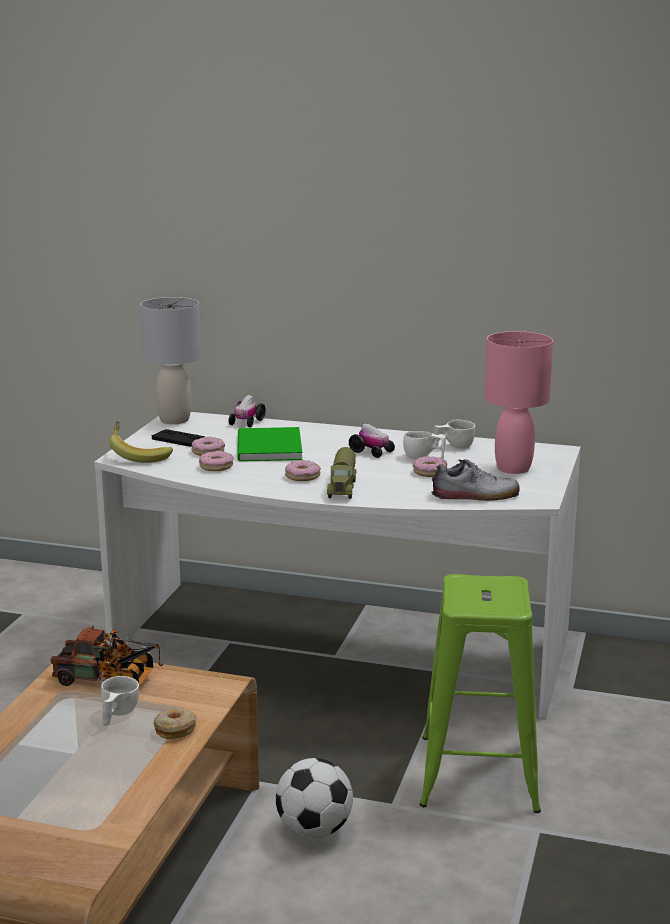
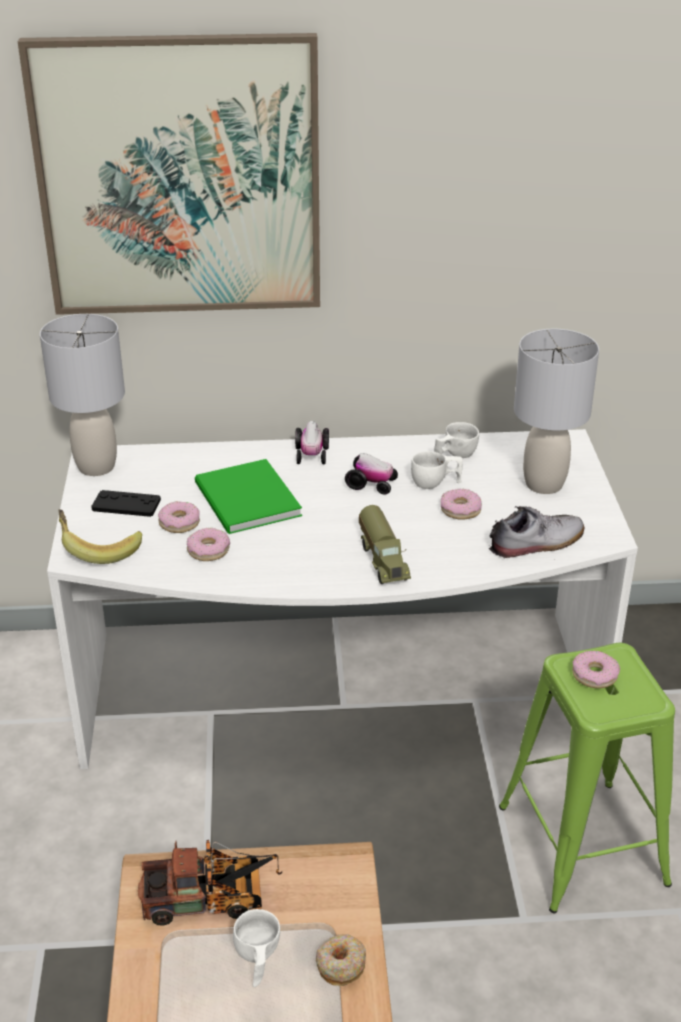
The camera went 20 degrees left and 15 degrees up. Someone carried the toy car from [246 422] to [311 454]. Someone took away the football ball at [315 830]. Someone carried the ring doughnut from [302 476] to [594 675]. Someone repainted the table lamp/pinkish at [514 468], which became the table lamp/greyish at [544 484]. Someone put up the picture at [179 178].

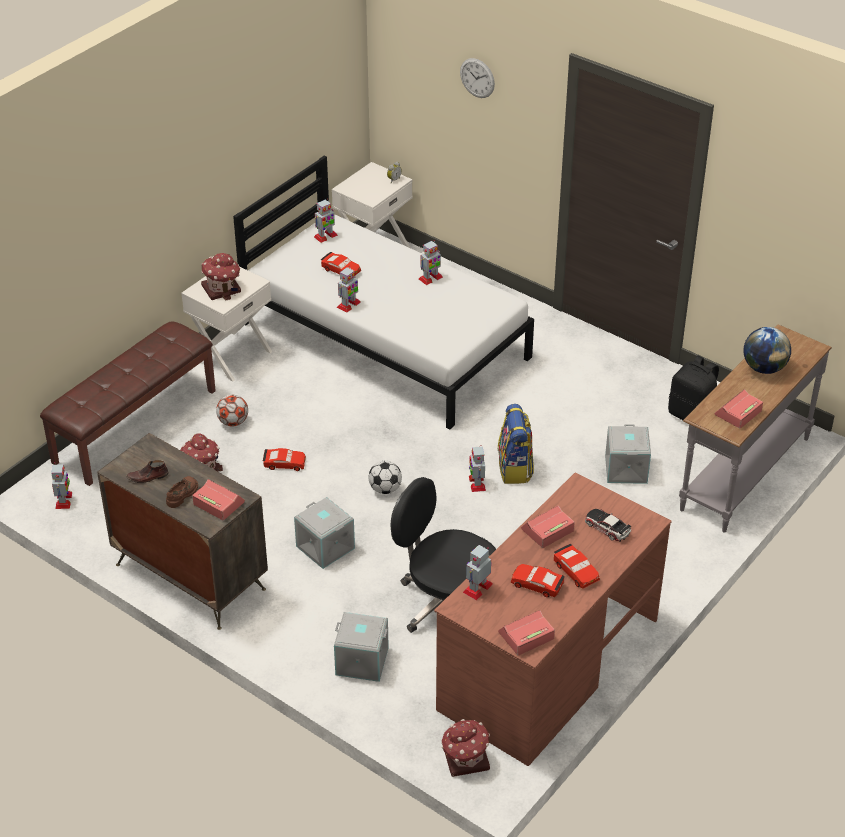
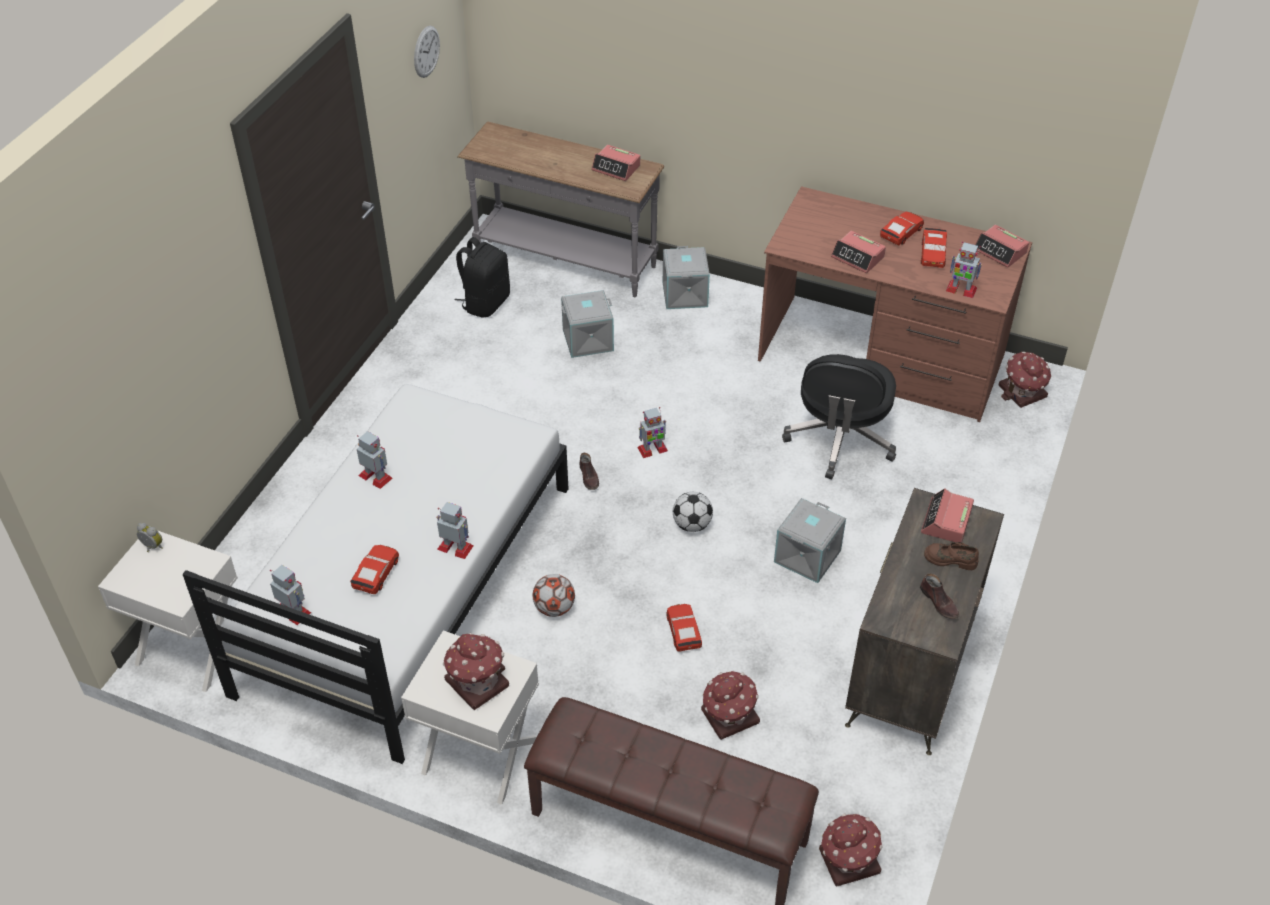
The camera went 105 degrees left and 5 degrees up. Someone swapped the robot figure at [64 500] for the toy house at [847 861]. Someone carried the football ball from [233 422] to [554 608]. Someone carried the storage bin/greyish from [361 662] to [686 294]. Someone carried the hanging clock from [477 78] to [426 51]. Someone took away the rucksack at [515 468]. Someone took away the toy car at [607 527]. Someone took away the globe at [764 368]. Someone put down the item of footwear/brown at [589 477].

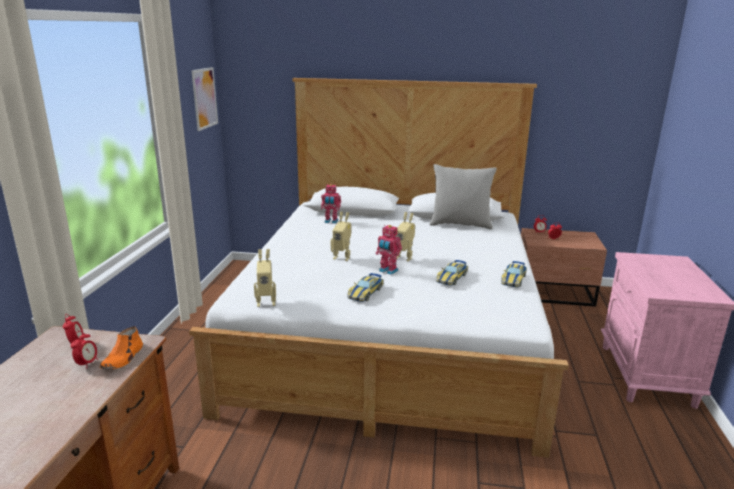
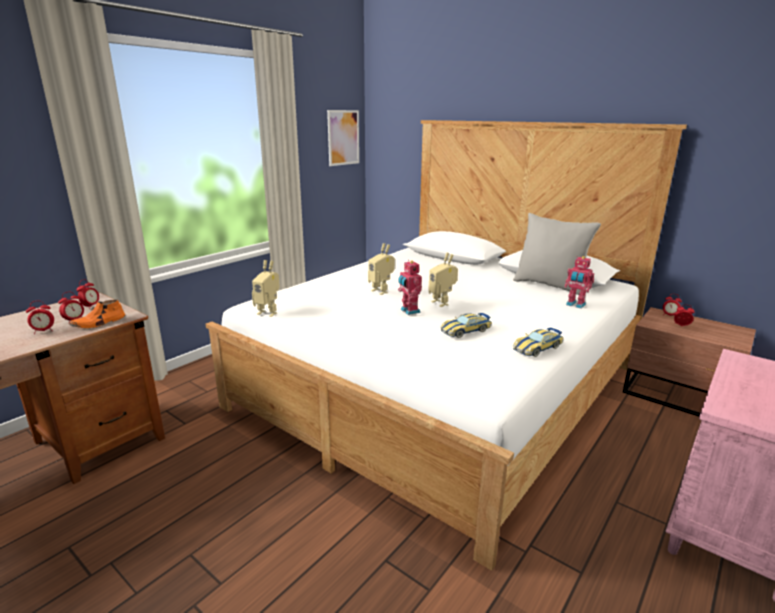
The camera went 30 degrees right and 0 degrees up. Someone carried the robot figure from [331 222] to [575 305]. Someone took away the toy car at [365 292]. Someone put down the table clock at [43 331].

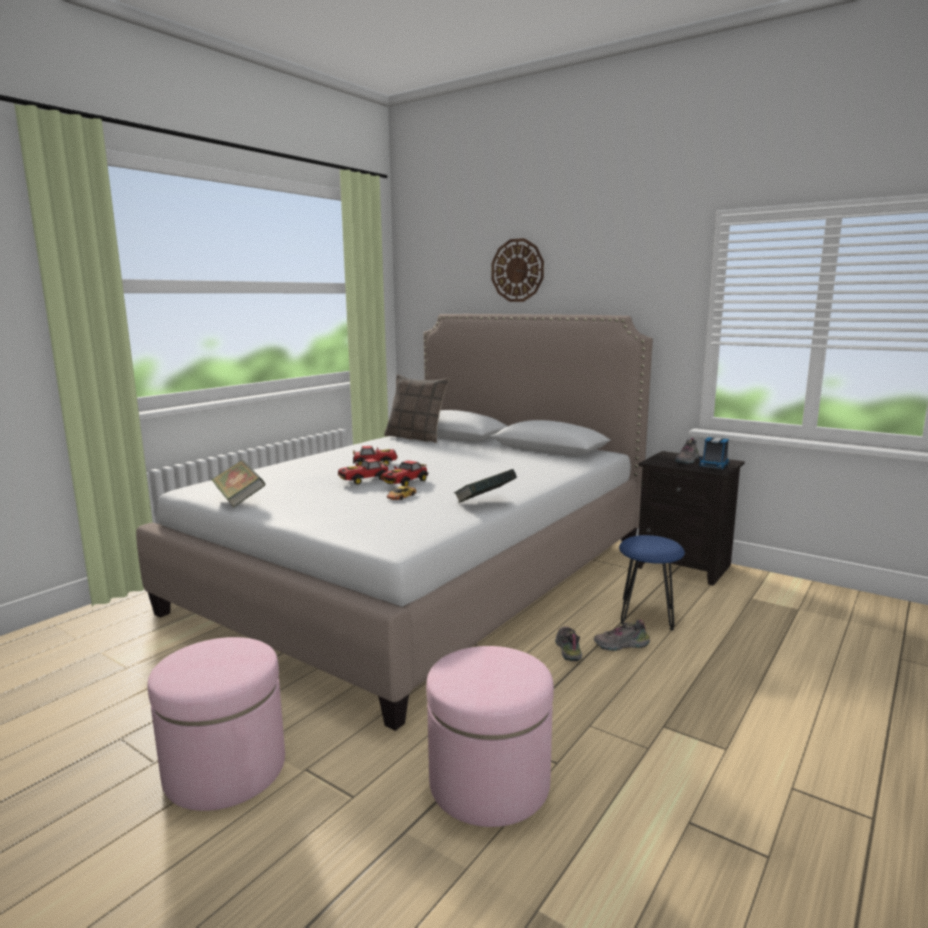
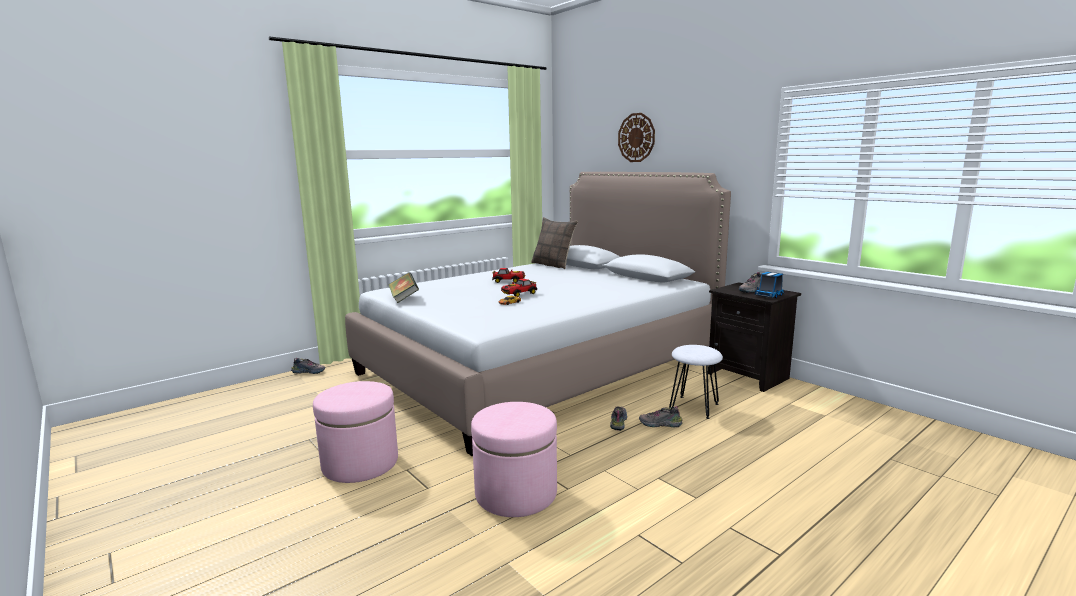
The camera went 15 degrees right and 0 degrees up. Someone took away the toy car at [363 480]. Someone took away the bound book at [484 503]. Someone repainted the stool seat/bluish at [648 615], which became the stool seat/whitish at [694 407]. Someone put down the item of footwear at [309 372].

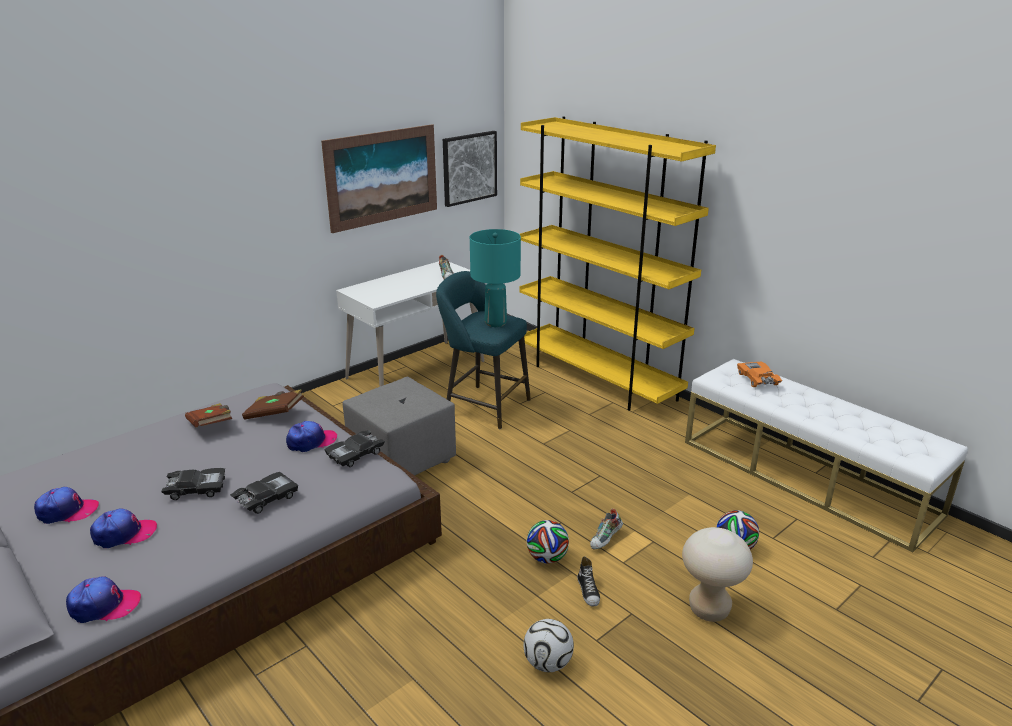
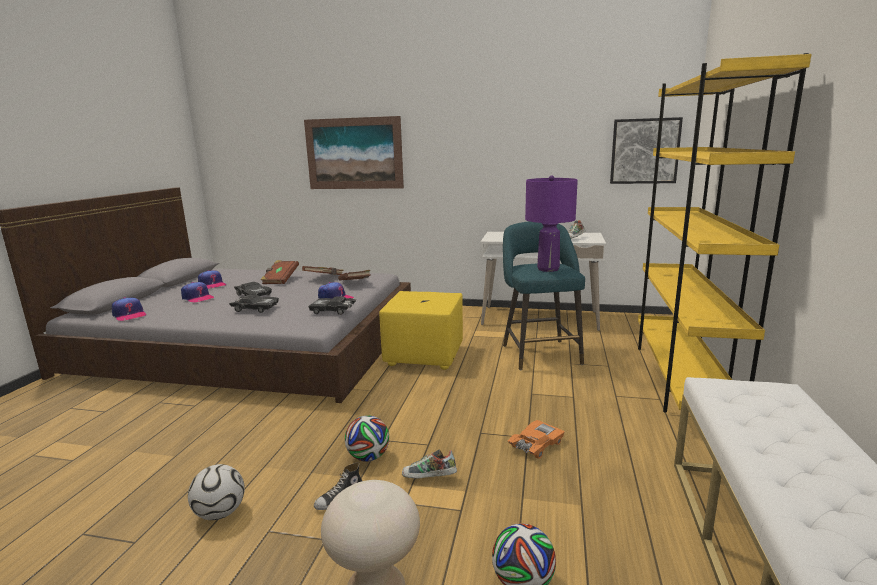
The camera went 55 degrees right and 10 degrees down. Someone carried the picture from [382 177] to [354 153]. Someone repainted the pouffe/greyish at [401 460], which became the pouffe/yellow at [423 355]. Someone repainted the table lamp/turquoise at [495 322], which became the table lamp/purple at [548 269]. Someone carried the toy car/orangey from [757 379] to [536 445]. Someone put down the bound book/brown at [280 280].

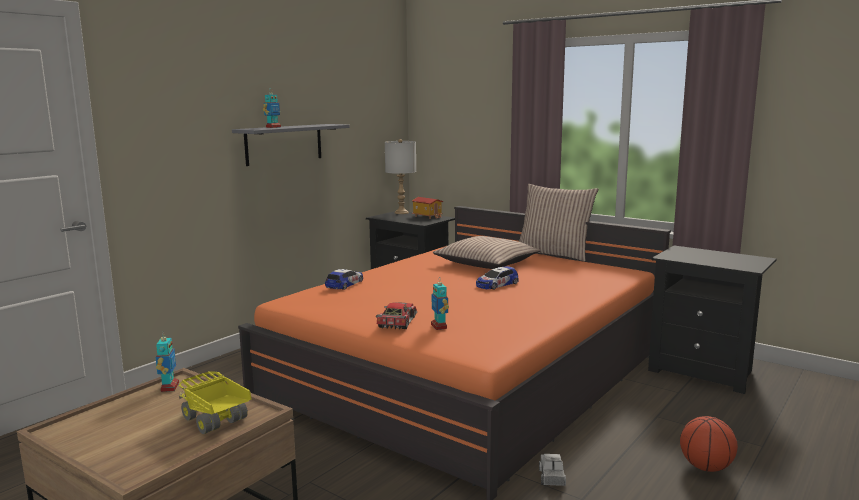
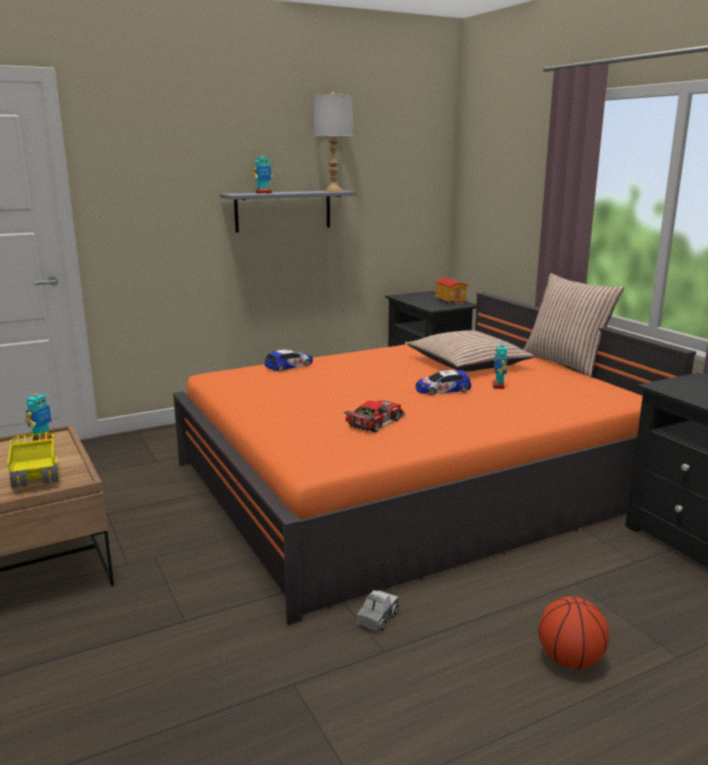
The camera went 25 degrees right and 5 degrees up. Someone carried the toy car from [395 322] to [373 422]. Someone carried the table lamp/greyish from [401 212] to [333 191]. Someone carried the robot figure from [439 326] to [498 386].

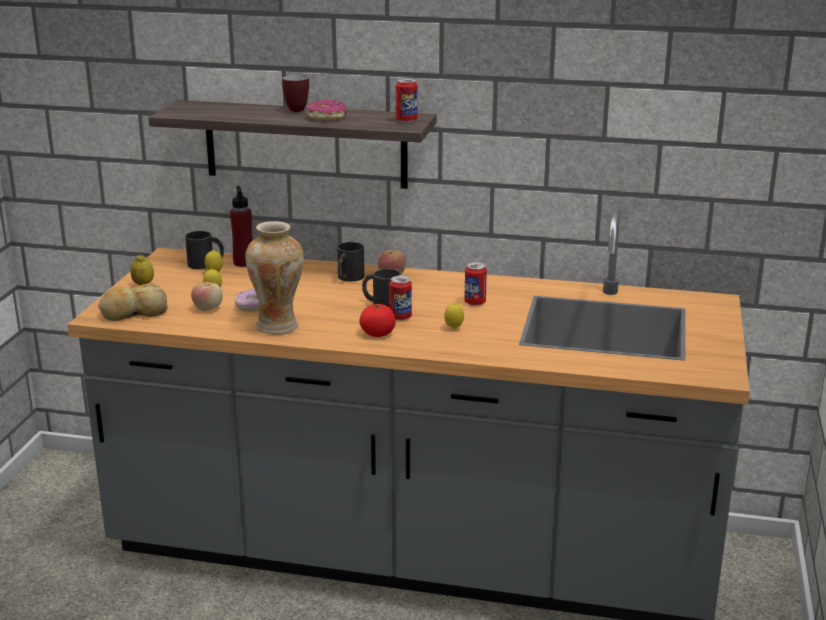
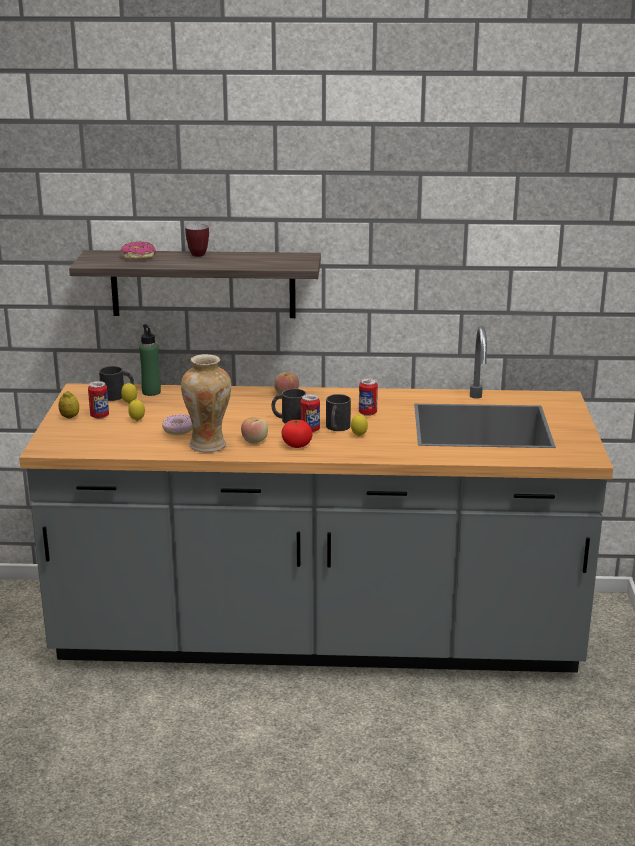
The camera went 10 degrees left and 0 degrees up. Someone took away the bread at [134 312]. Someone carried the apple from [208 308] to [254 441]. Someone repainted the beverage bottle/red at [244 263], which became the beverage bottle/greenish at [151 392]. Someone carried the ring doughnut from [327 117] to [138 257]. Someone carried the tea mug/black from [348 278] to [336 428]. Someone carried the metal can from [406 121] to [99 416].

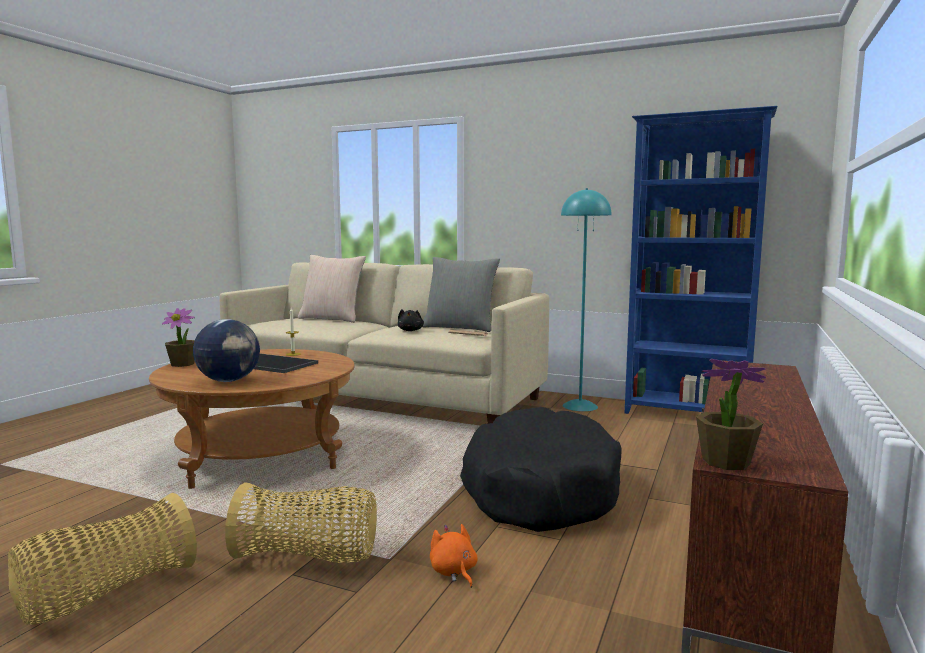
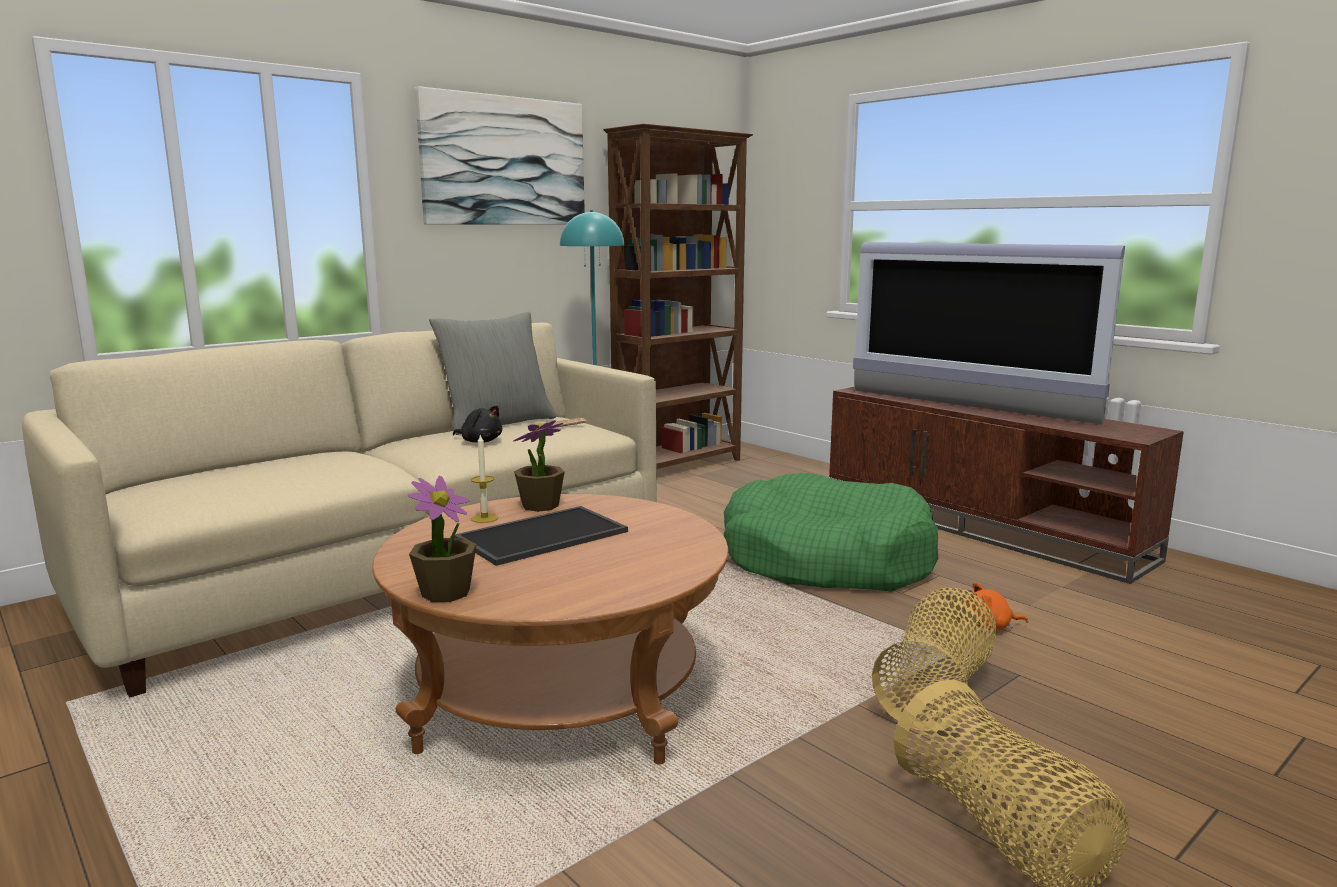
The camera went 65 degrees left and 5 degrees up. Someone took away the globe at [229 381]. Someone took away the pillow/sand-coloured at [332 319]. Someone repainted the dog bed/black at [539 490], which became the dog bed/greenish at [826 559]. Someone repainted the shelving unit/bluish at [686 414], which became the shelving unit/brown at [679 465]. Someone carried the houseplant from [725 462] to [540 506]. Someone put up the picture at [504 161]. Someone put down the television at [966 406].

